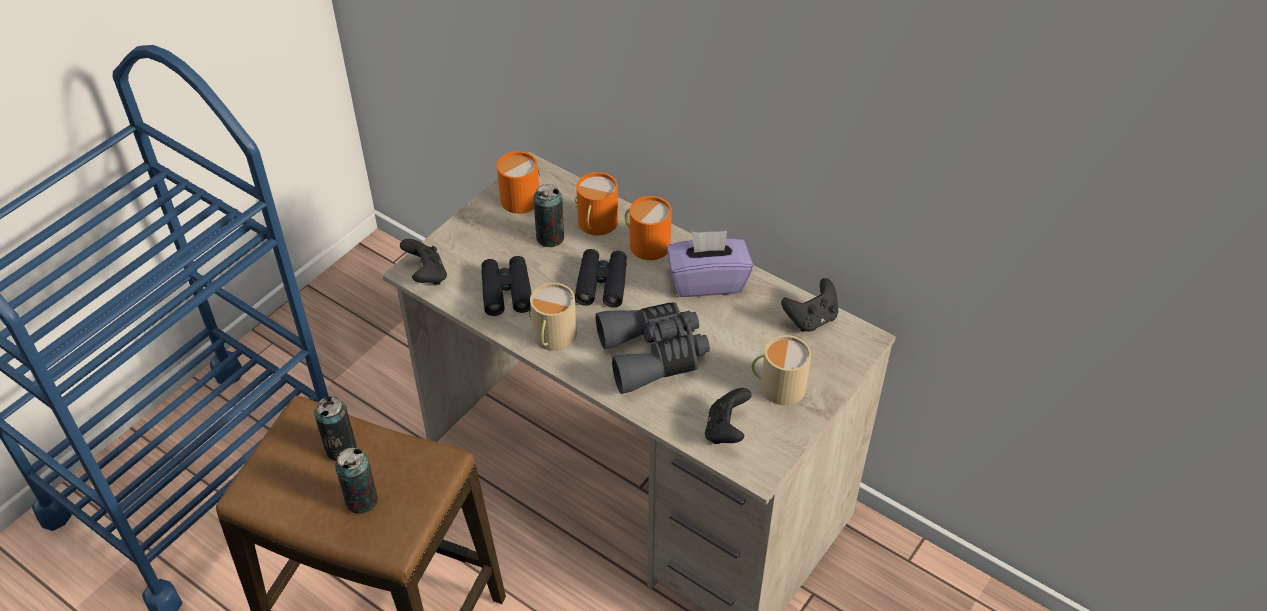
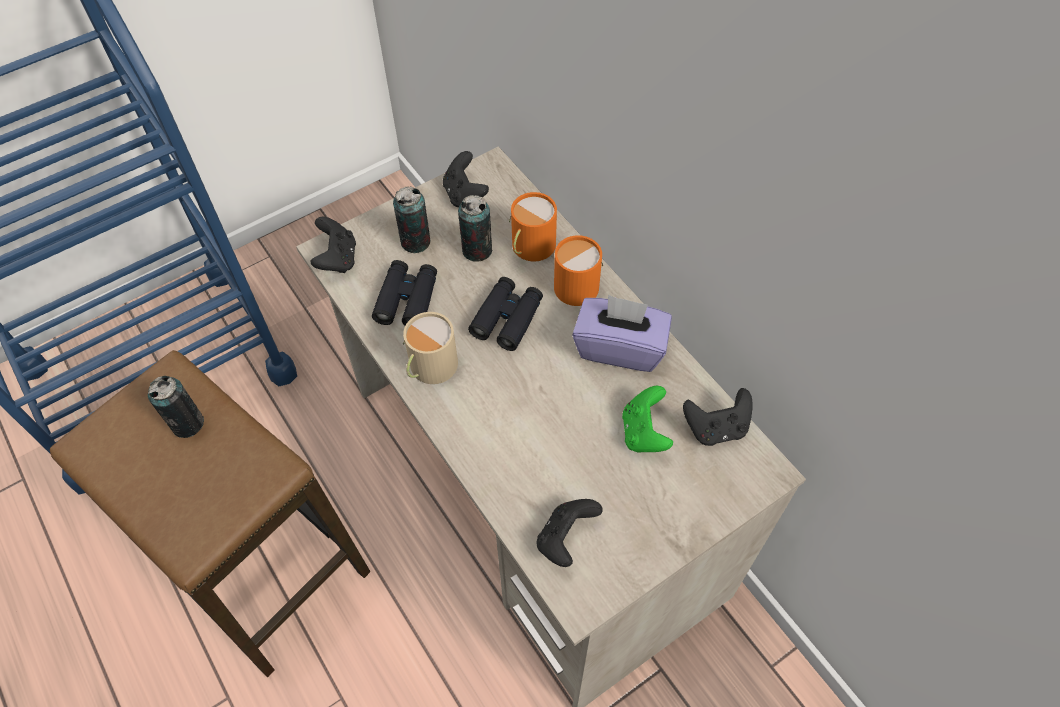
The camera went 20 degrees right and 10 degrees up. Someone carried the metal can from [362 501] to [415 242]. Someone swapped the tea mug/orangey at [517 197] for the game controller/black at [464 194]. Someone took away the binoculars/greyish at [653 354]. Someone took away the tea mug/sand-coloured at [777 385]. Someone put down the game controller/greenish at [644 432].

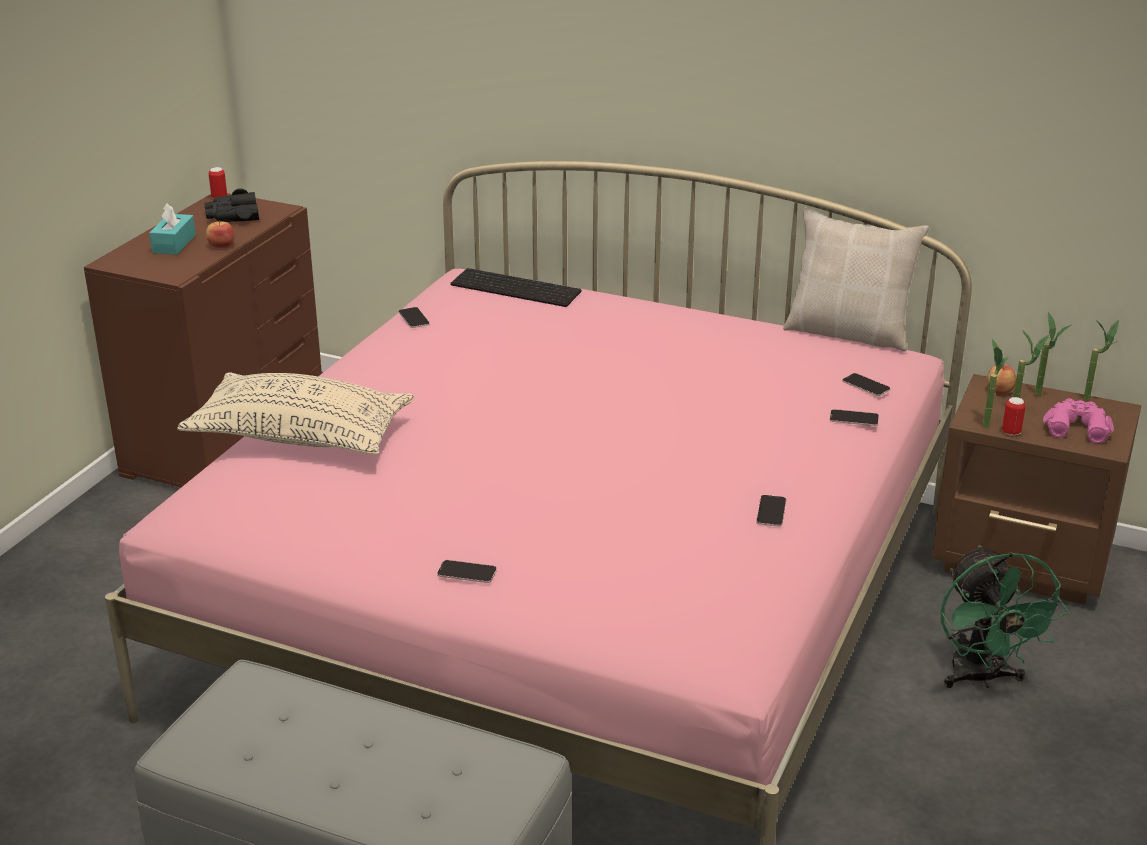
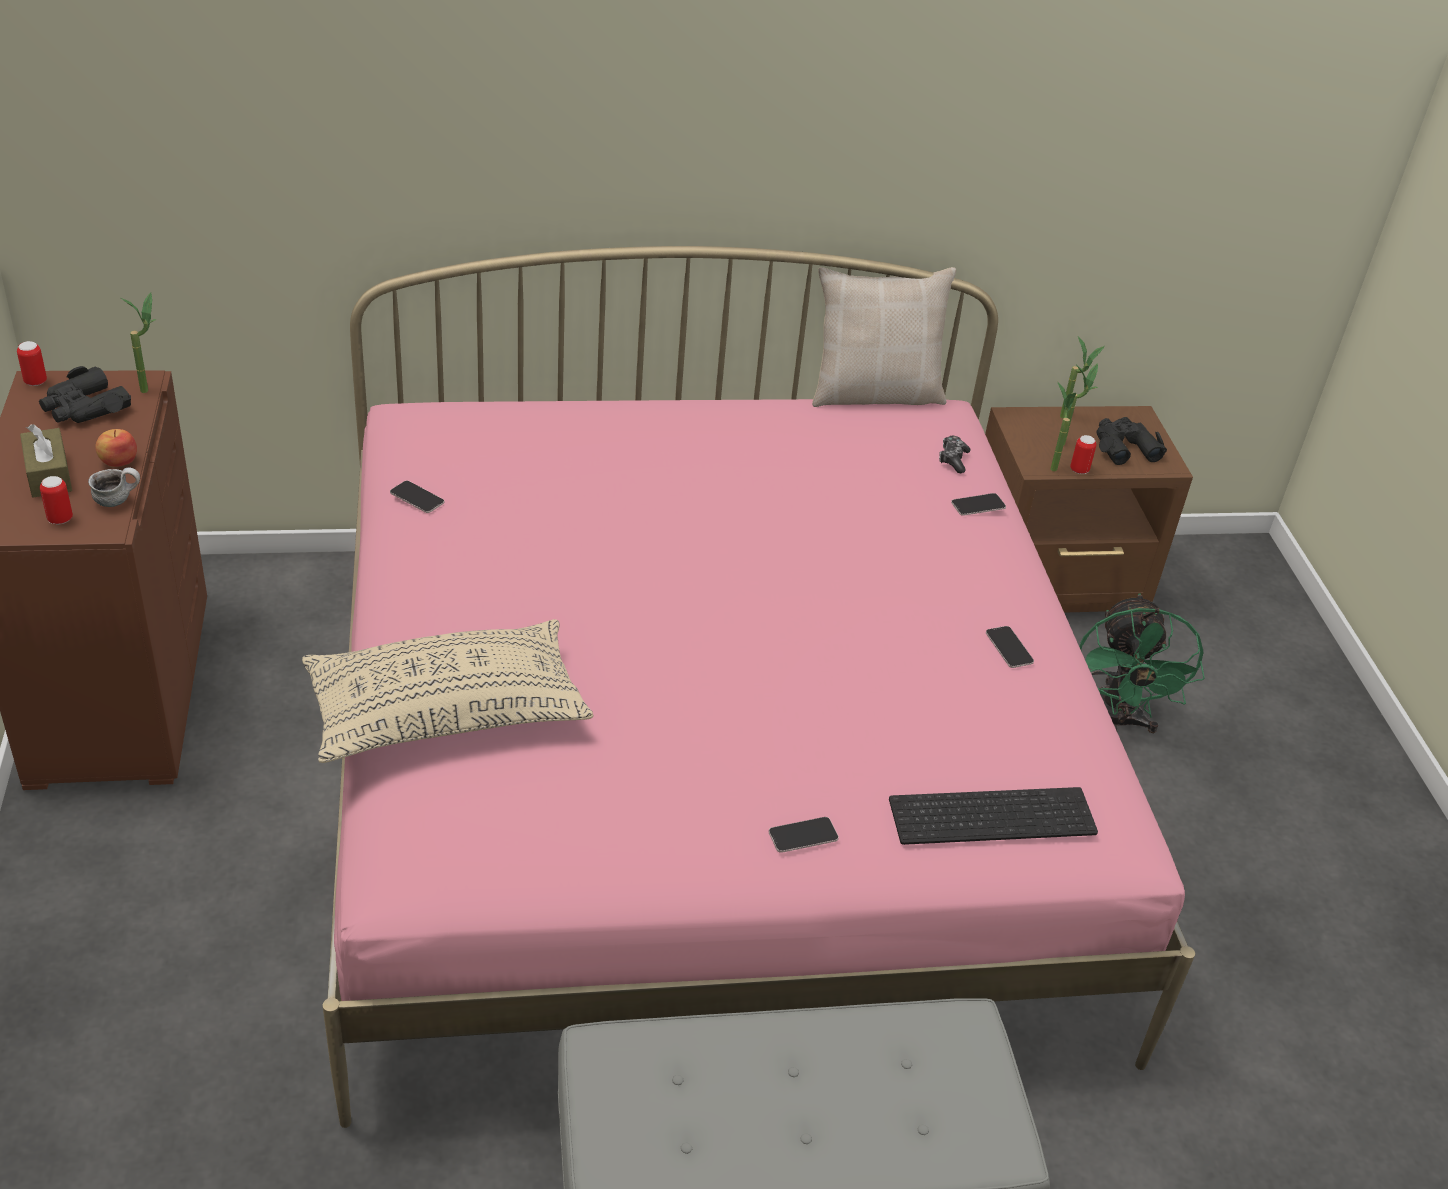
The camera went 35 degrees left and 10 degrees up. Someone repainted the tissue holder/turquoise at [174 244], which became the tissue holder/brown at [48 474]. Someone carried the keyboard from [518 287] to [993 813]. Someone swapped the telephone at [866 385] for the game controller at [953 459]. Someone rotated the electric fan/greenish at [981 678] by 45 degrees clockwise. Someone took away the apple at [999 390]. Someone repainted the binoculars/pinkish at [1077 426], which became the binoculars/black at [1124 447]. Someone carried the houseplant from [1092 399] to [152 388]. Someone put down the metal can at [60 519]. Someone put down the tea mug at [118 500].

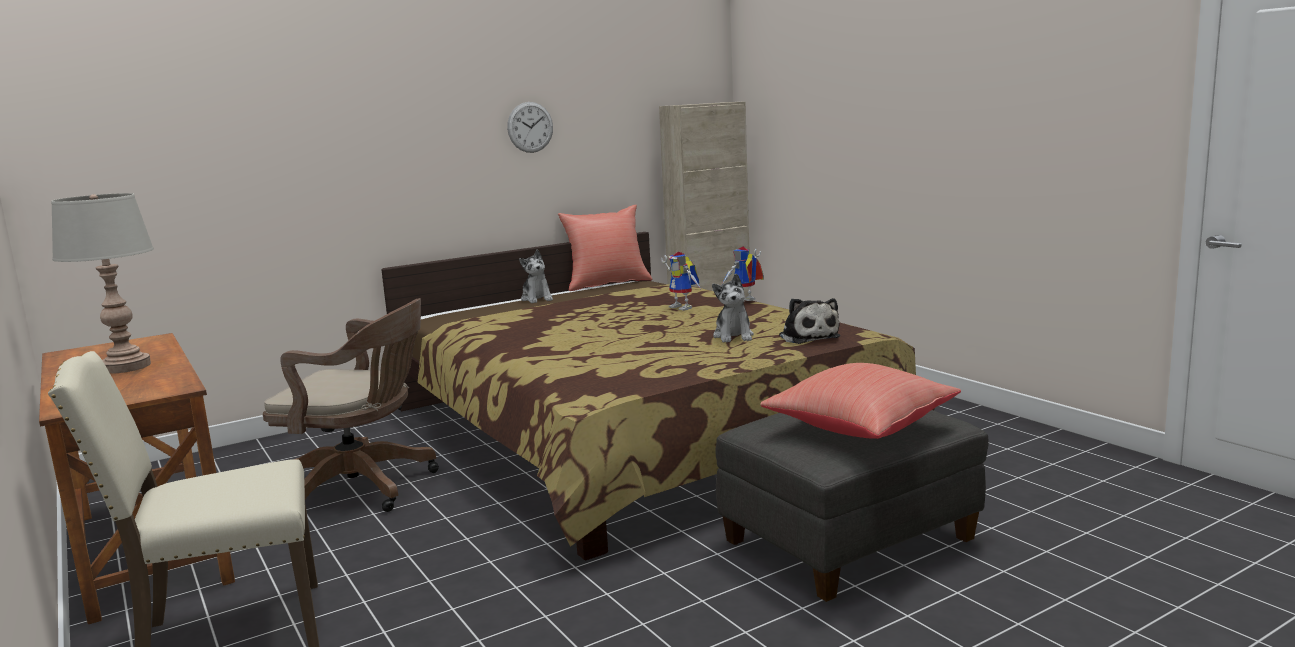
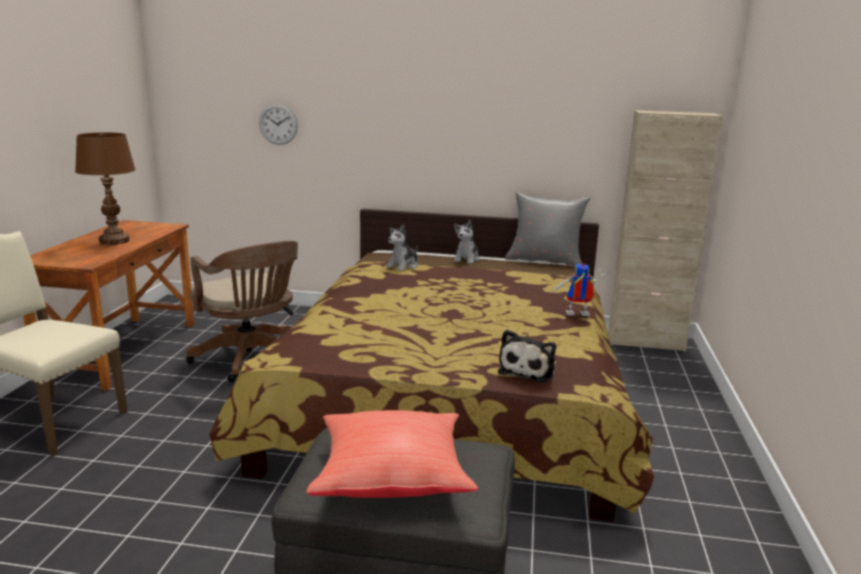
The camera went 40 degrees right and 5 degrees up. Someone repainted the table lamp/greyish at [126 367], which became the table lamp/brown at [114 241]. Someone carried the hanging clock from [530 127] to [278 124]. Someone repainted the pillow/red at [607 283], which became the pillow/greyish at [544 261]. Someone took away the robot figure at [684 307]. Someone carried the plush toy from [733 336] to [403 266].

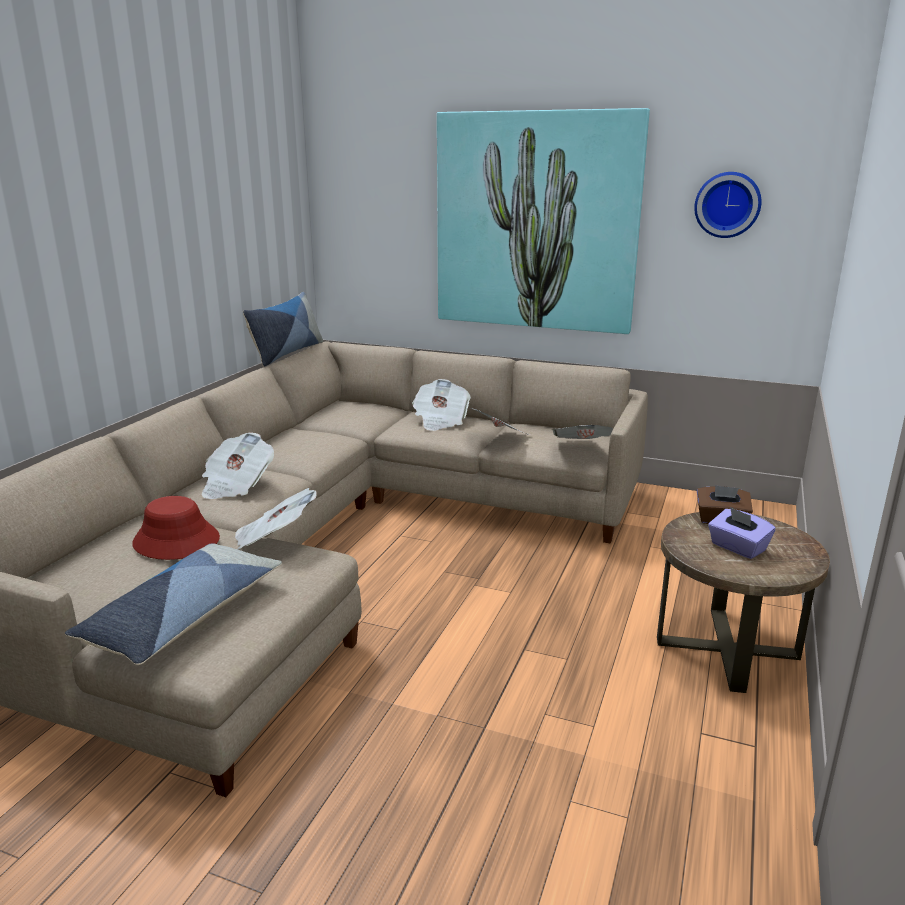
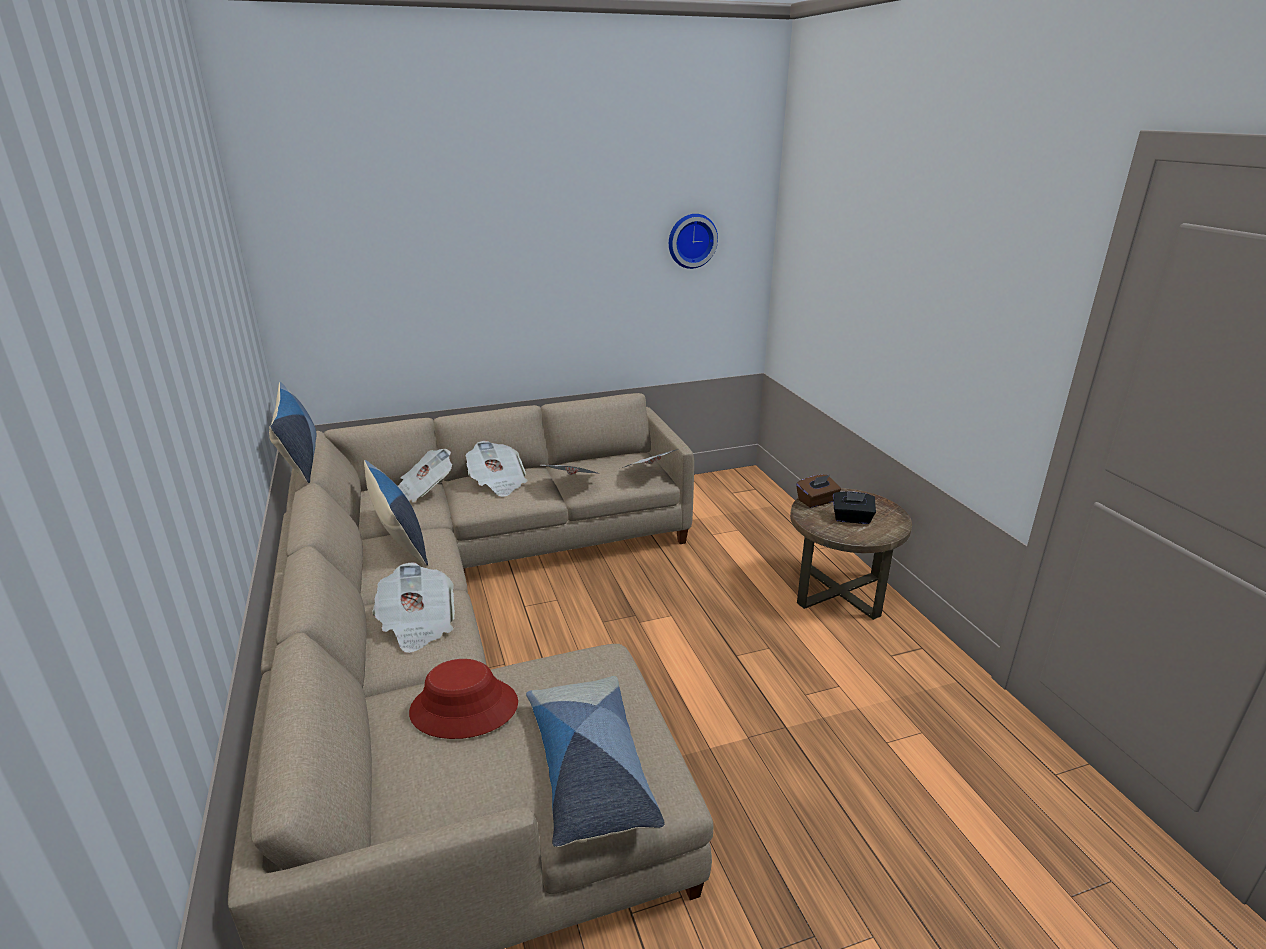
The camera went 40 degrees left and 5 degrees up. Someone carried the daily paper from [274 539] to [423 490]. Someone took away the picture at [536 222]. Someone repainted the tissue holder/purple at [737 548], which became the tissue holder/black at [852 519]. Someone put down the pillow at [398 538].

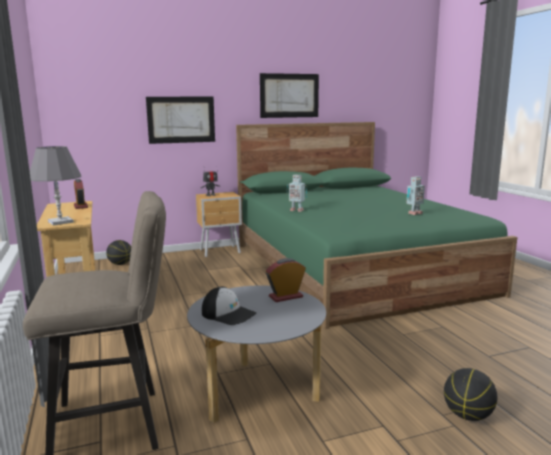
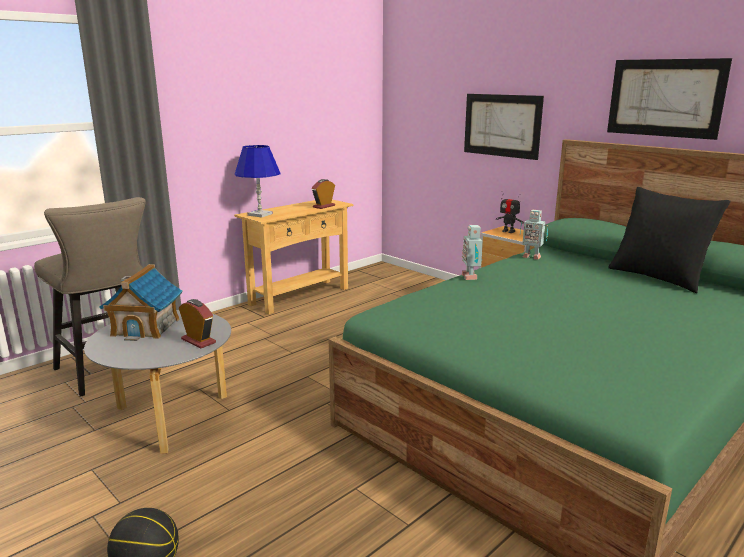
The camera went 65 degrees right and 5 degrees up. Someone repainted the table lamp/greyish at [60 222], which became the table lamp/bluish at [260 214]. Someone took away the basketball ball at [120 264]. Someone swapped the cap at [228 314] for the toy house at [146 327]. Someone carried the robot figure from [414 213] to [531 256]. Someone put down the pillow/black at [658 277].

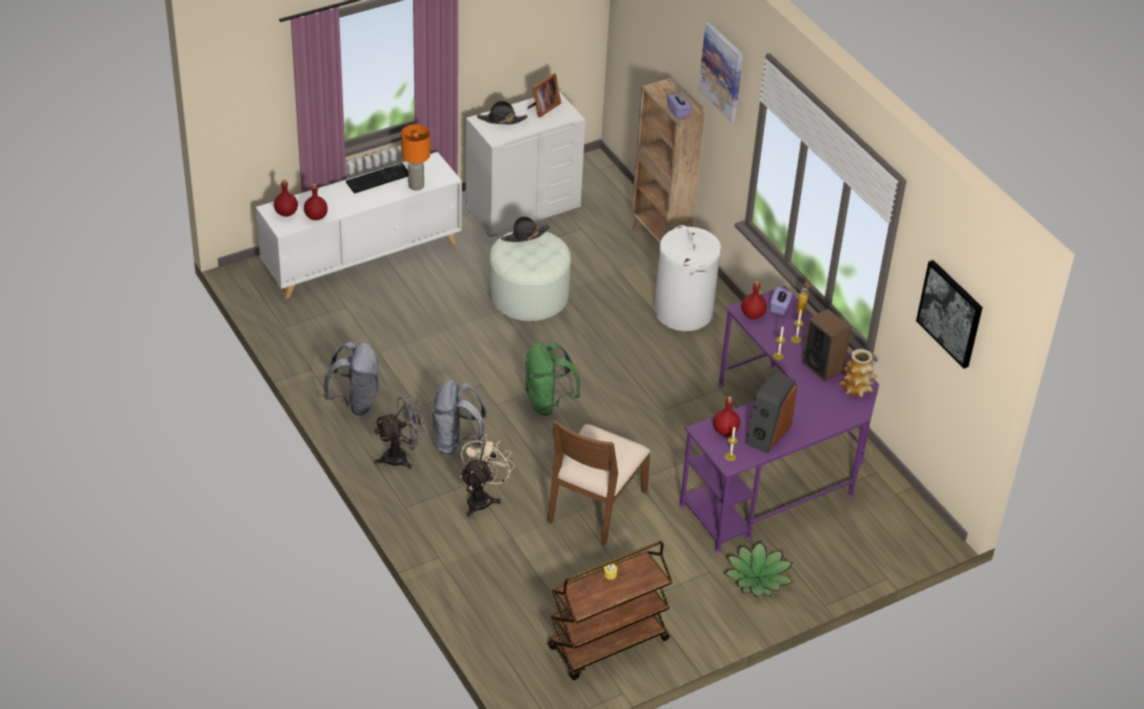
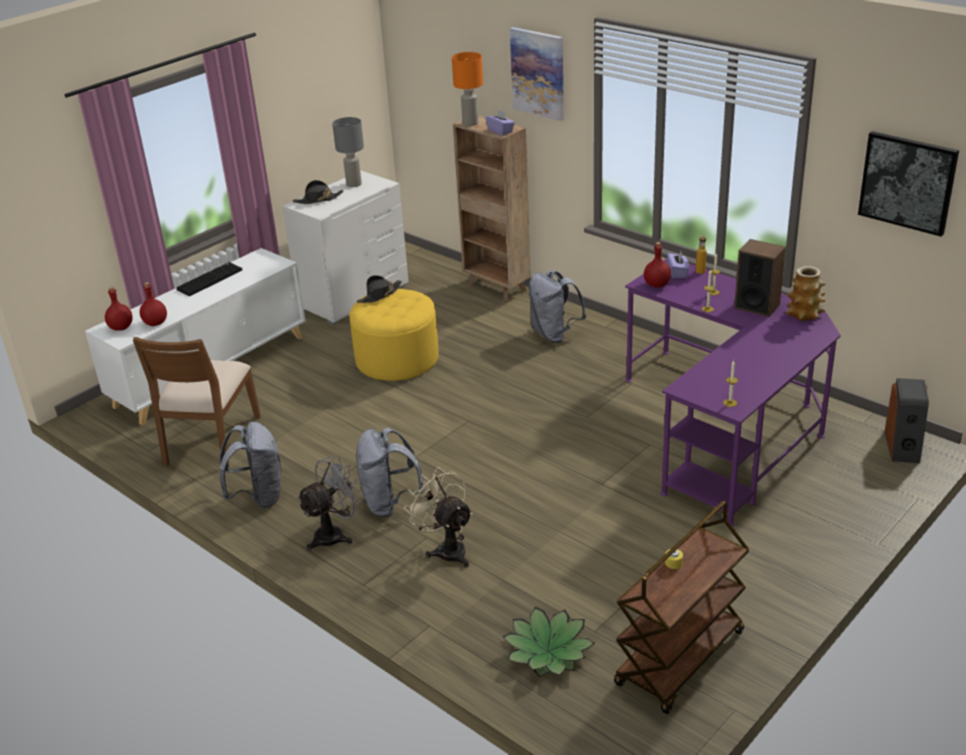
The camera went 15 degrees left and 10 degrees down. Someone carried the table lamp/orangey from [416 186] to [471 123]. Someone rotated the electric fan/sand-coloured at [482 498] by 45 degrees counterclockwise. Someone repainted the pouffe/whitish at [528 296], which became the pouffe/yellow at [397 359]. Someone took away the rucksack/greenish at [548 402]. Someone swapped the photo frame at [543 108] for the table lamp/greyish at [353 184]. Someone carried the plain chair/brown from [595 506] to [210 441]. Someone swapped the hamper/whitish at [683 312] for the rucksack/greyish at [554 334]. Someone took away the beverage bottle/red at [725 431]. Someone carried the houseplant from [758 577] to [548 651]. Someone carried the loudspeaker from [767 433] to [903 446].

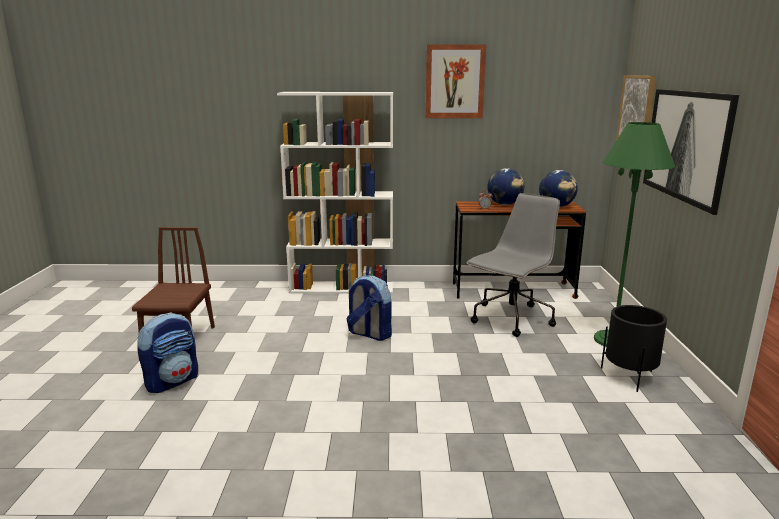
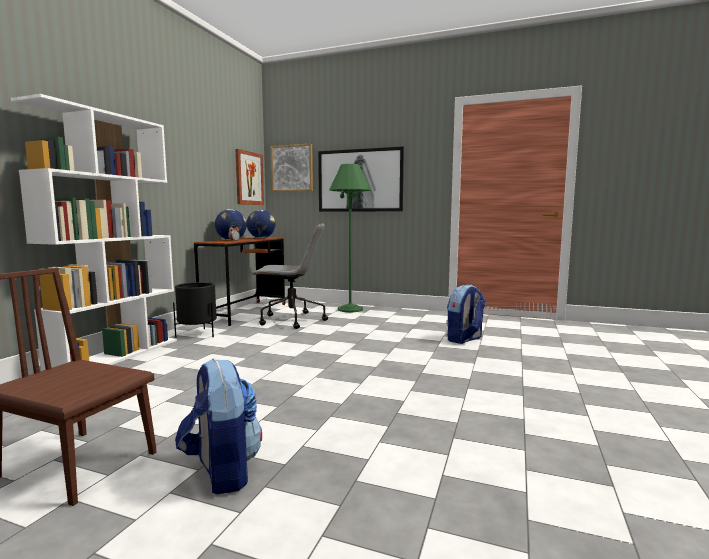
The camera went 70 degrees left and 10 degrees down. Someone carried the rucksack from [369 334] to [464 339]. Someone carried the picture from [454 82] to [249 178]. Someone rotated the office chair/greyish at [511 319] by 120 degrees clockwise. Someone carried the flower pot/black from [629 376] to [197 334].

